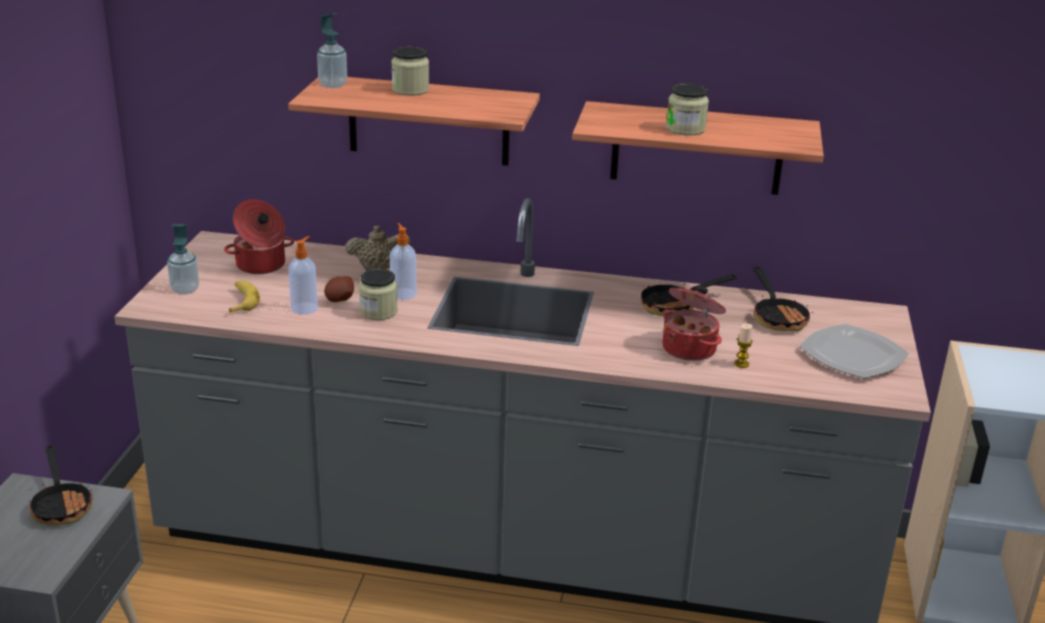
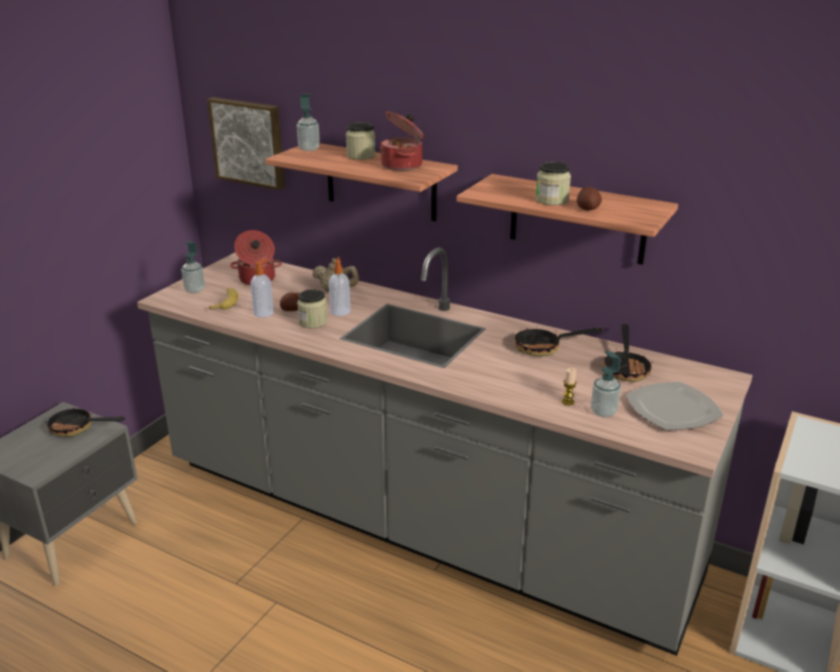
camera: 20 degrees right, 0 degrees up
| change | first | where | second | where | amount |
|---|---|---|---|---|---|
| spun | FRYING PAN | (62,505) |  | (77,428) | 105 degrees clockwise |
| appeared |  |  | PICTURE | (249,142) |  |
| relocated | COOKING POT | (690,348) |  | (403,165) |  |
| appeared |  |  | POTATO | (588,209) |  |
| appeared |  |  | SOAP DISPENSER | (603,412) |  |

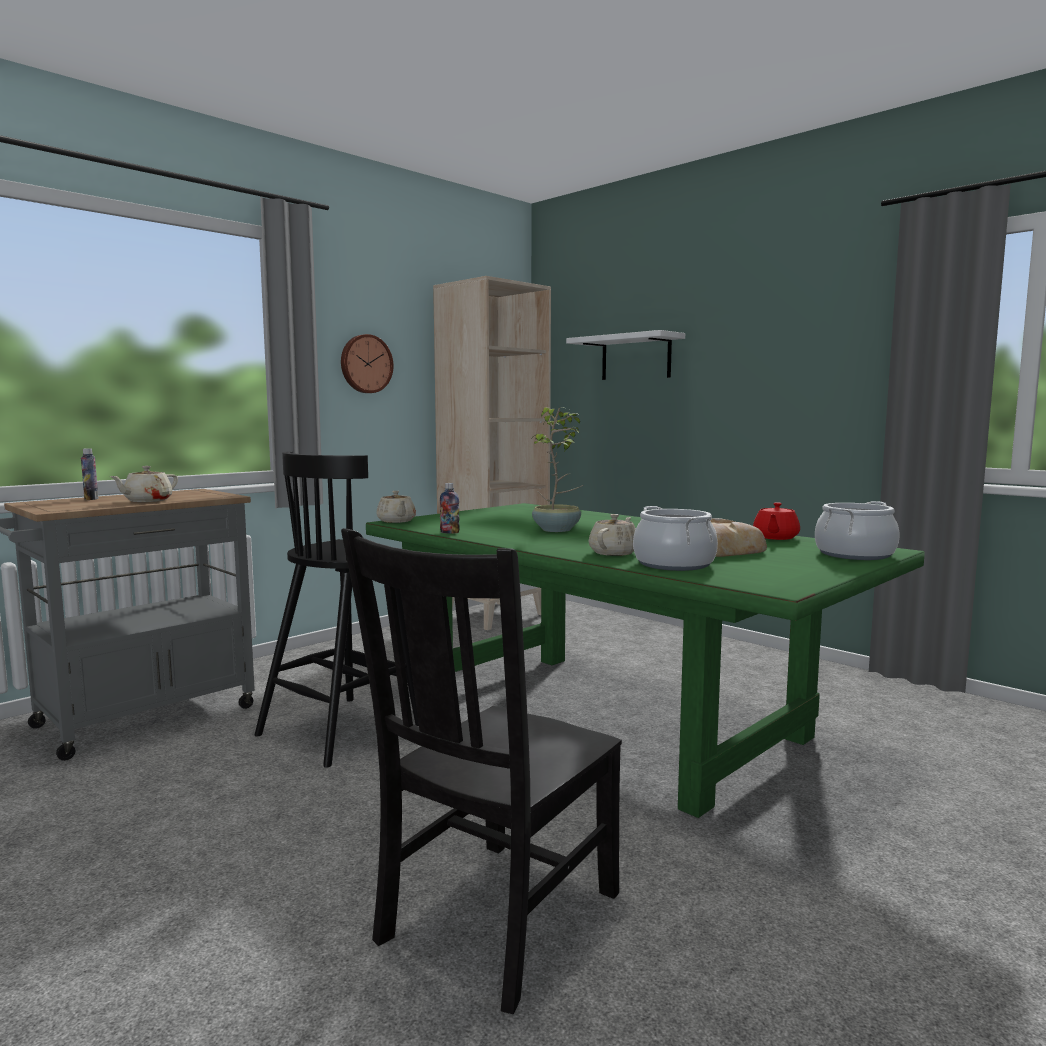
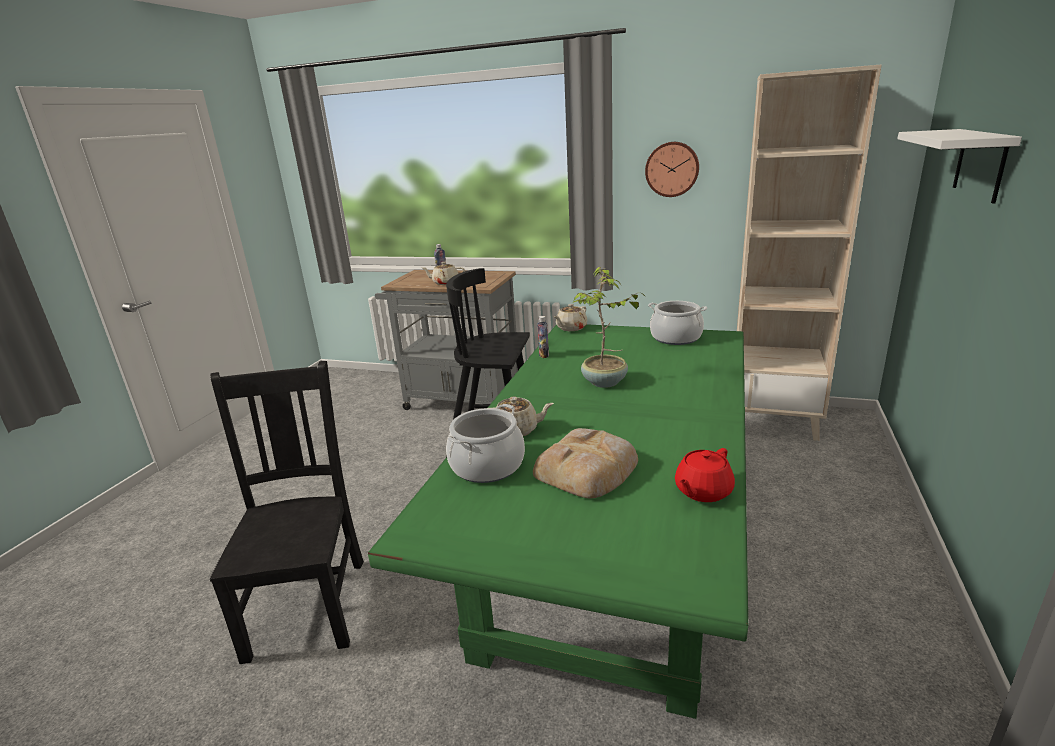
camera: 65 degrees right, 15 degrees up
| change | first | where | second | where | amount |
|---|---|---|---|---|---|
| spun | BLACK CHAIR | (494,920) |  | (309,604) | 75 degrees clockwise |
| relocated | COOKING POT | (855,554) |  | (676,338) |  |
| spun | RED TEAPOT | (775,538) |  | (702,491) | 45 degrees counterclockwise |

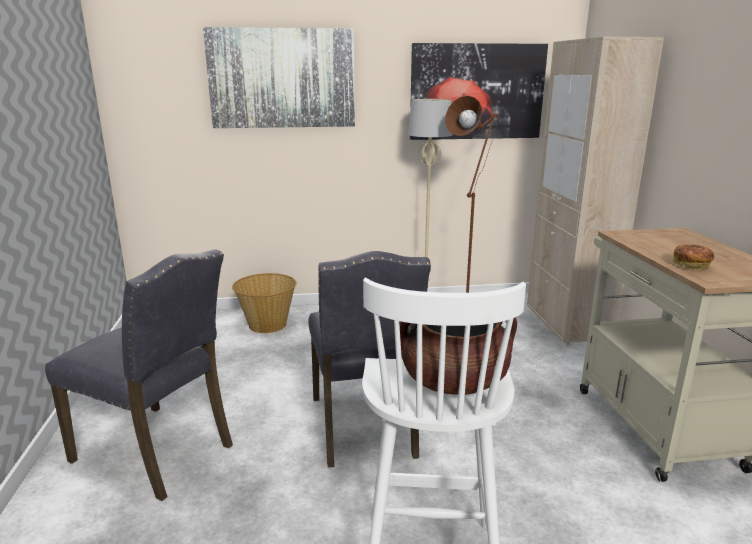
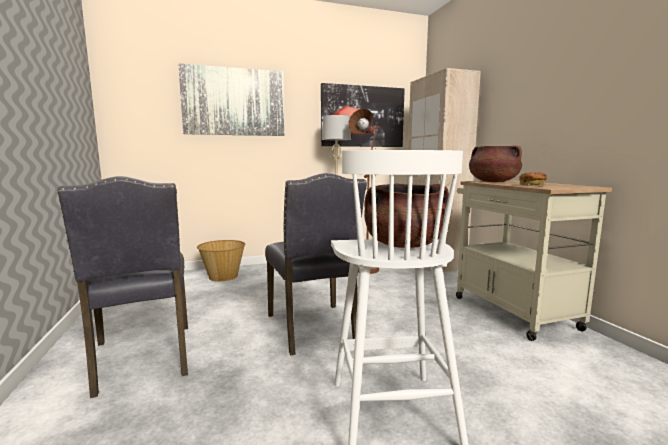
camera: 10 degrees left, 10 degrees down
| change | first | where | second | where | amount |
|---|---|---|---|---|---|
| spun | GREY CHAIR | (158,452) |  | (143,359) | 45 degrees clockwise |
| appeared |  |  | BROWN COOKING POT | (492,182) |  |

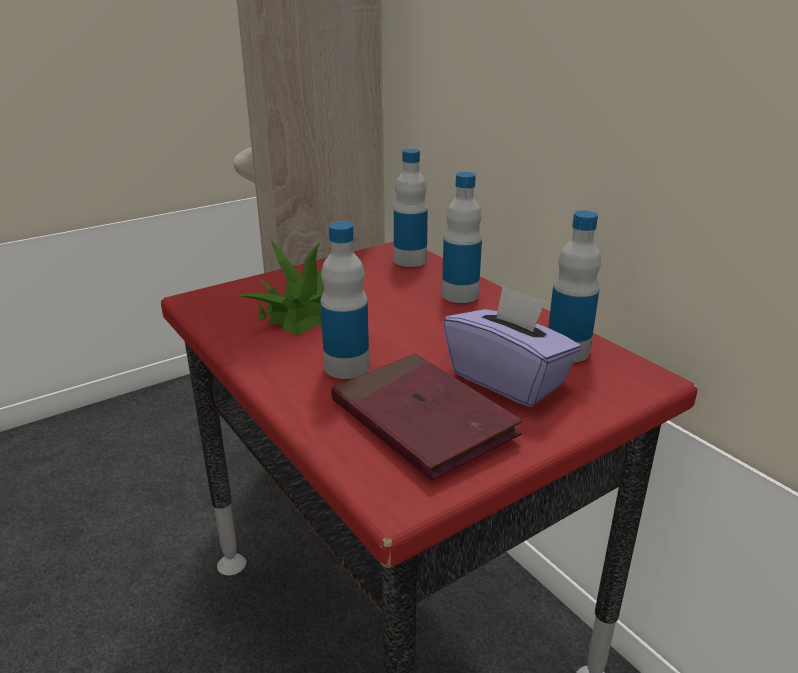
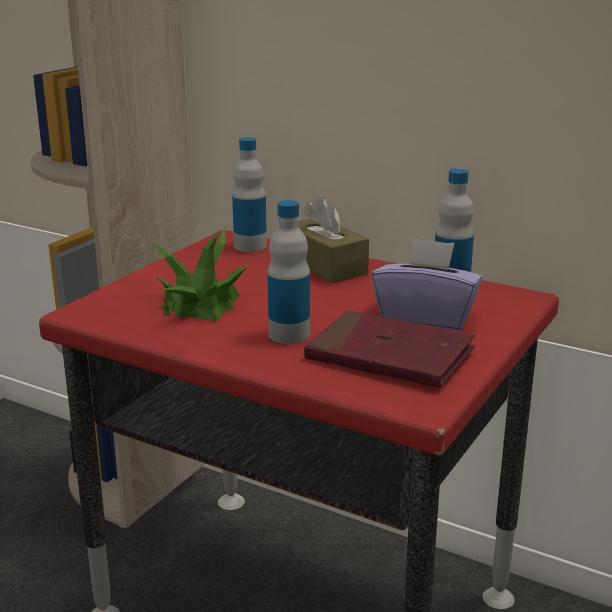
camera: 25 degrees left, 5 degrees down
| change | first | where | second | where | amount |
|---|---|---|---|---|---|
| exchanged | BOTTLE | (460,295) | BROWN TISSUE BOX | (325,266) |  |

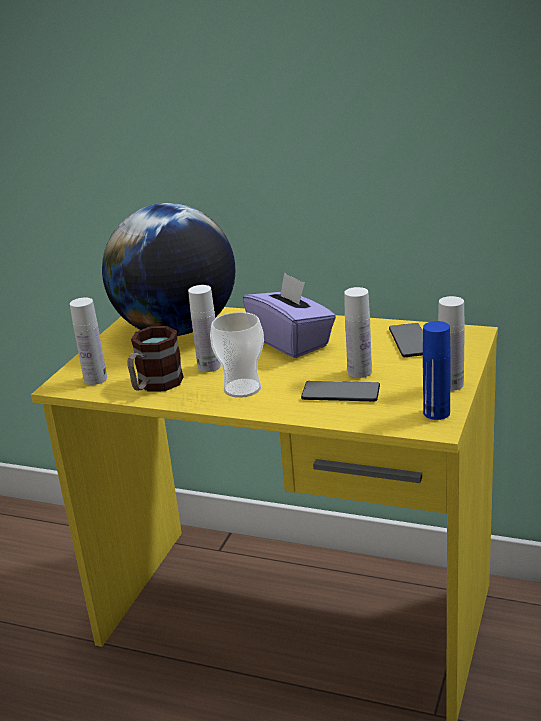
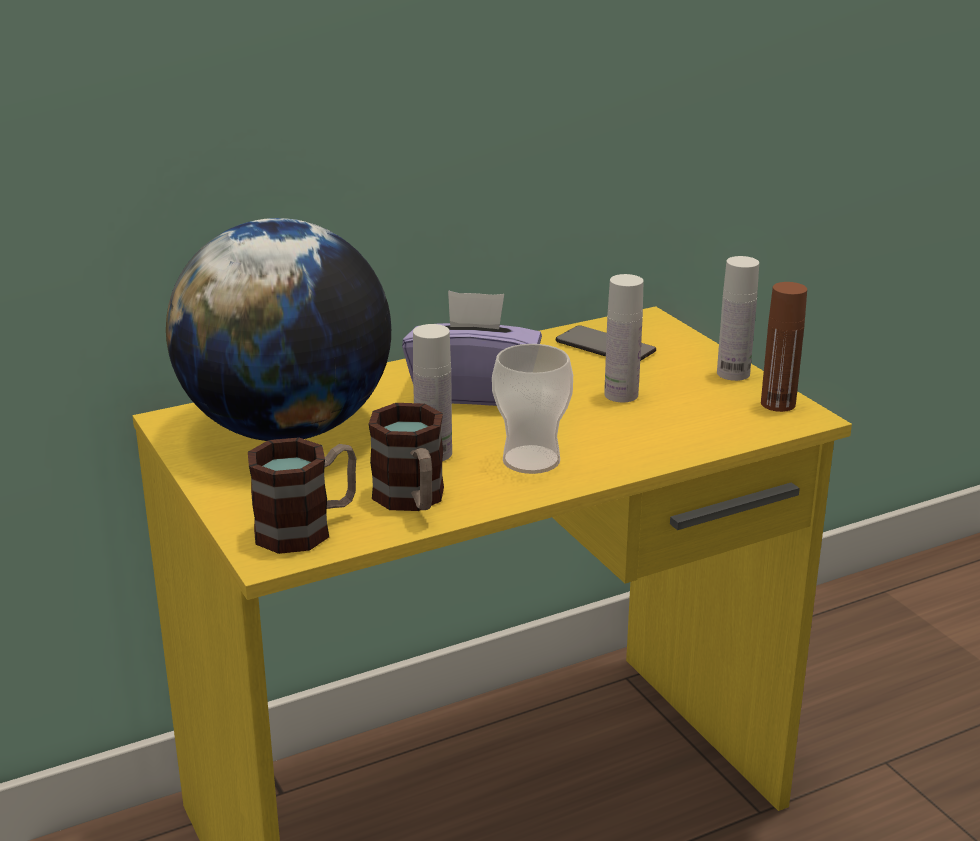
camera: 50 degrees left, 0 degrees up
| change | first | where | second | where | amount |
|---|---|---|---|---|---|
| exchanged | WHITE BOTTLE | (95,379) | MUG | (307,527) |  |
| colour | BLUE BOTTLE | (436,413) | BROWN BOTTLE | (778,404) |  |
| missing | PHONE | (340,393) |  |  |  |

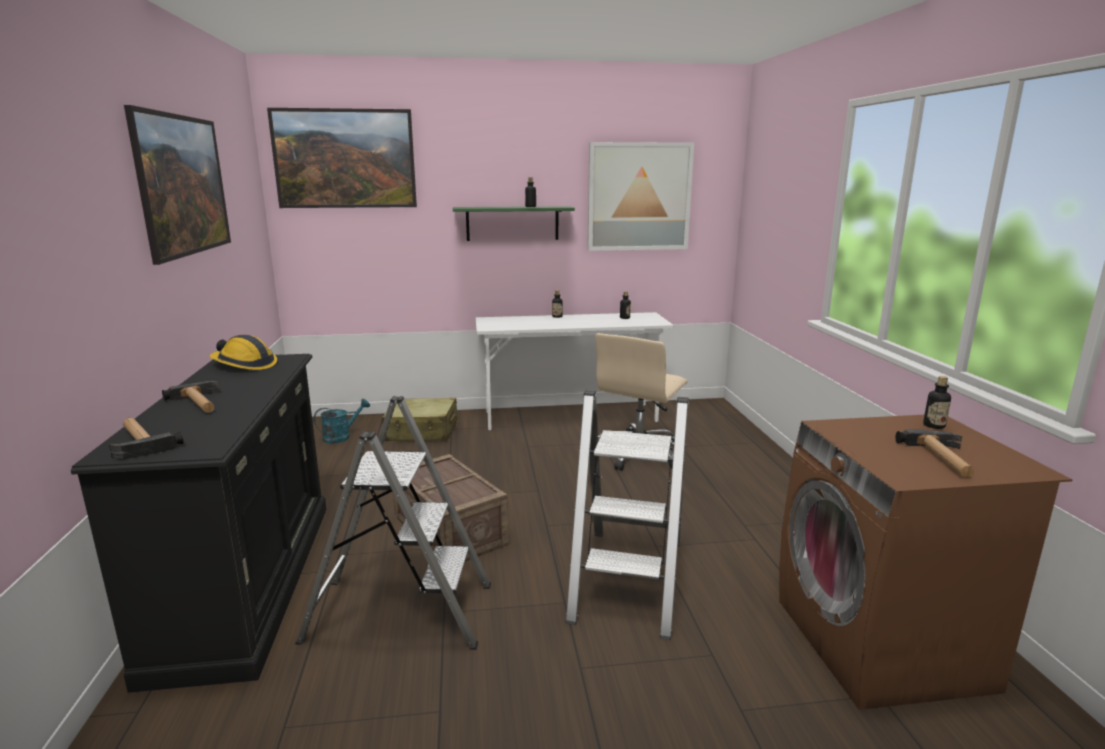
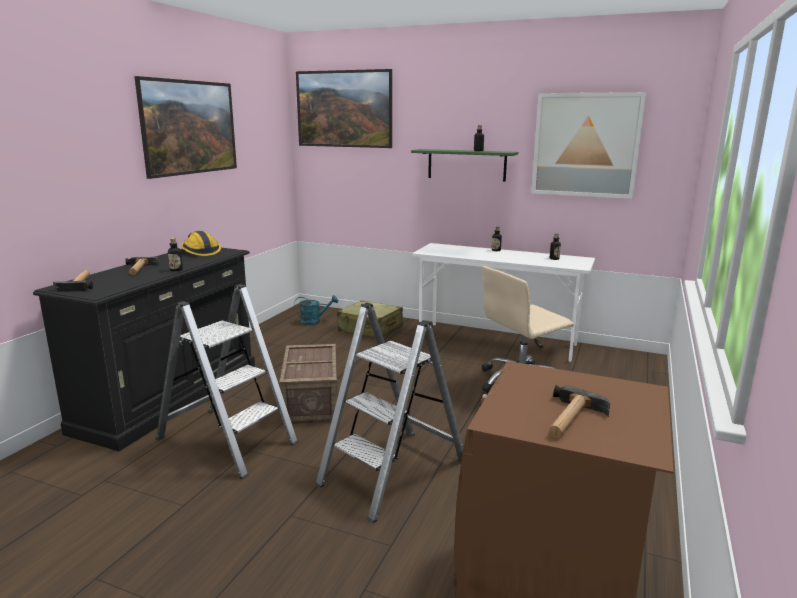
camera: 30 degrees right, 0 degrees up
| change | first | where | second | where | amount |
|---|---|---|---|---|---|
| relocated | BOTTLE | (934,426) |  | (176,270) |  |

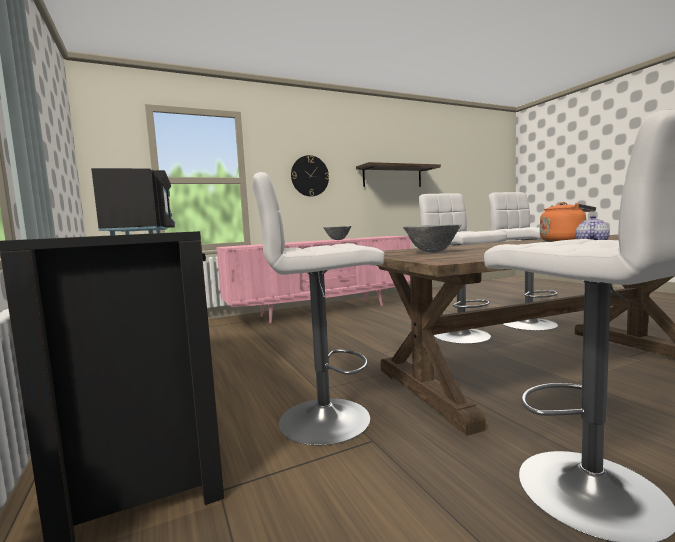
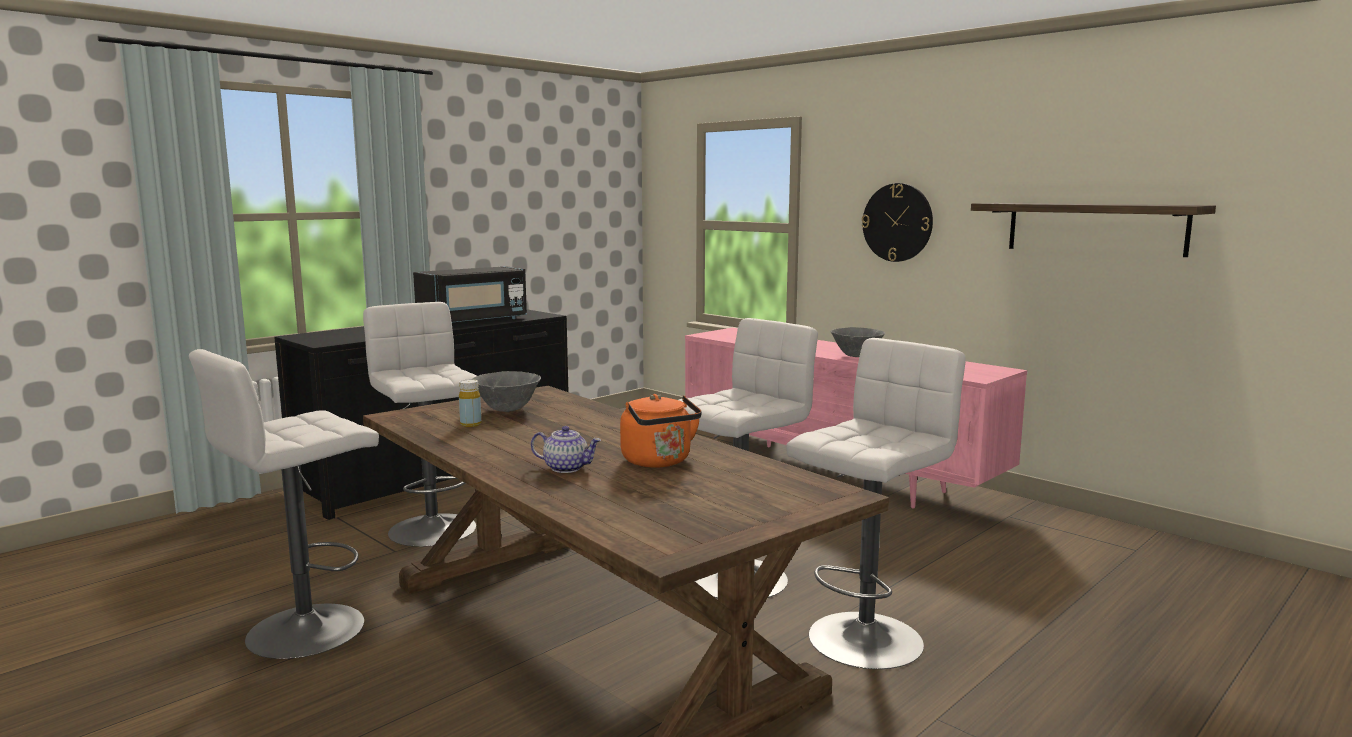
camera: 70 degrees right, 5 degrees up
| change | first | where | second | where | amount |
|---|---|---|---|---|---|
| appeared |  |  | YELLOW BOTTLE | (470,424) |  |

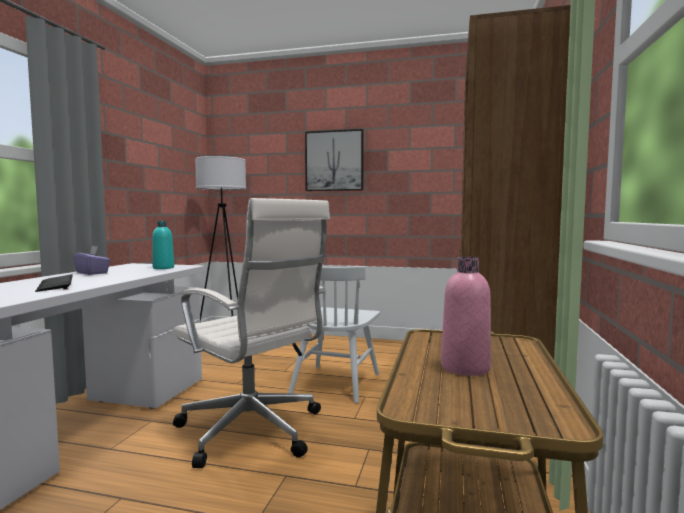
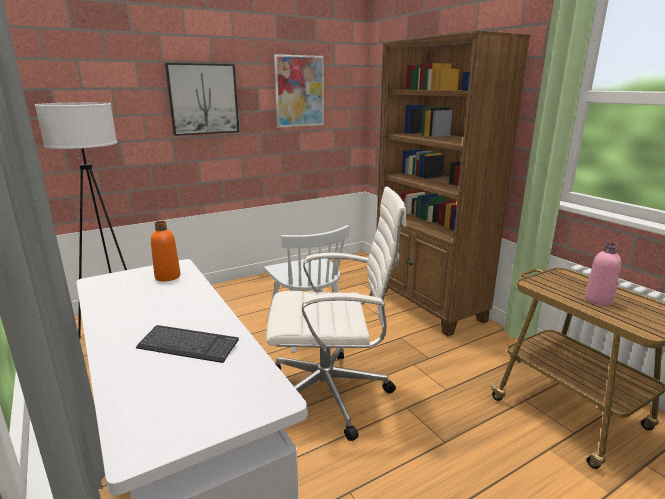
camera: 45 degrees left, 15 degrees up
| change | first | where | second | where | amount |
|---|---|---|---|---|---|
| colour | TURQUOISE BOTTLE | (163,268) | ORANGE BOTTLE | (167,277) |  |
| appeared |  |  | PICTURE | (299,91) |  |
| missing | PURPLE TISSUE BOX | (92,273) |  |  |  |

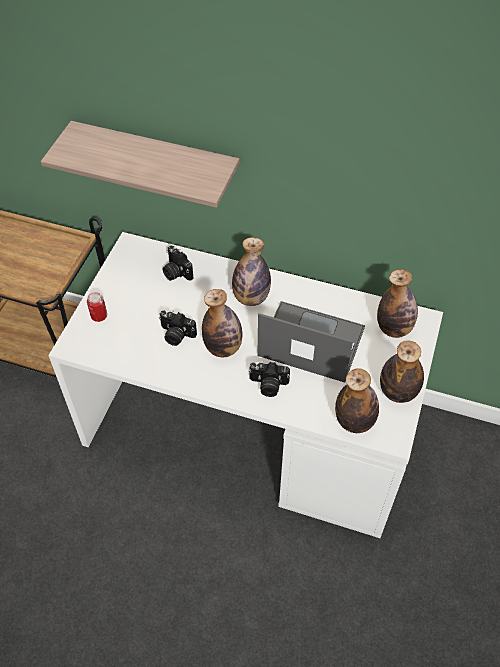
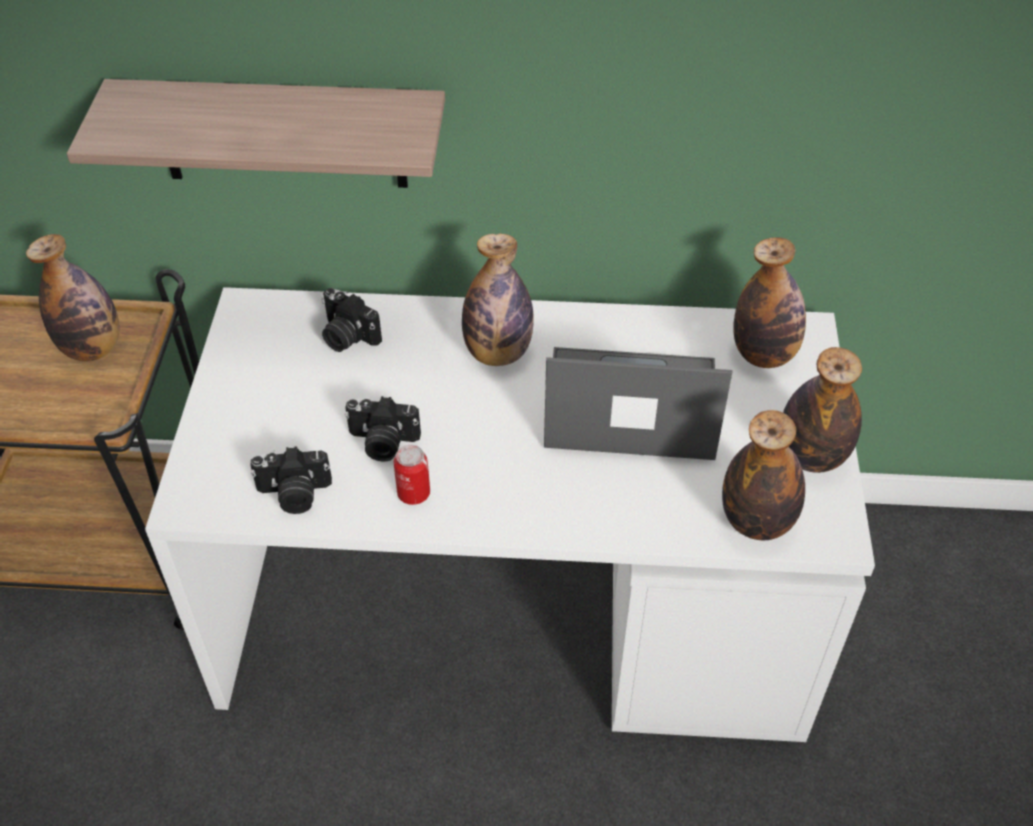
camera: 15 degrees left, 5 degrees down
| change | first | where | second | where | amount |
|---|---|---|---|---|---|
| relocated | BOTTLE | (223,347) |  | (93,348) |  |
| relocated | PHOTO CAMERA | (268,385) |  | (294,494) |  |
| relocated | CAN | (99,316) |  | (413,493) |  |

